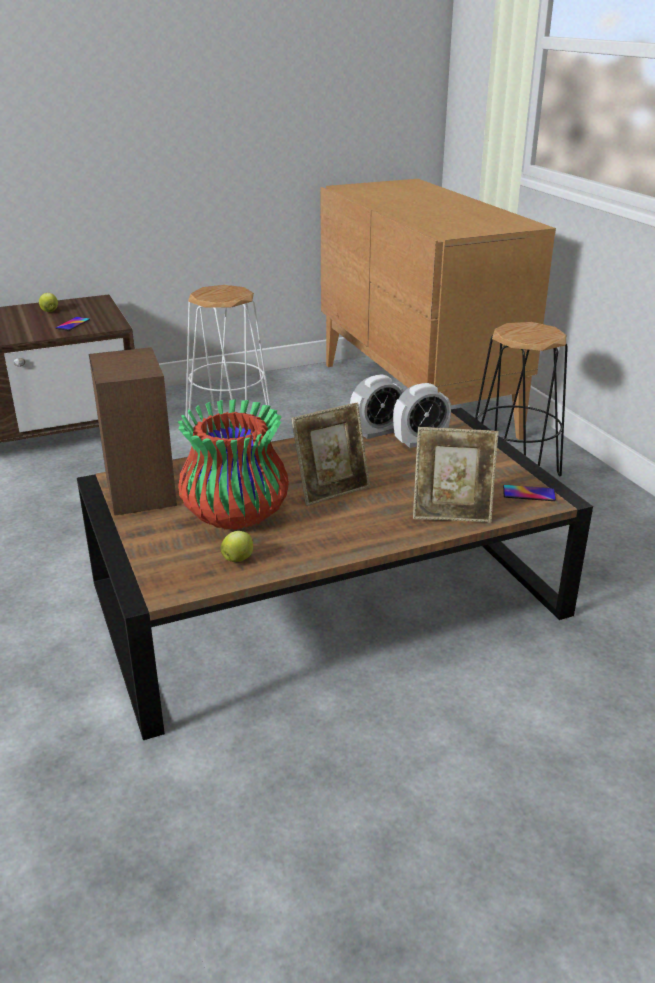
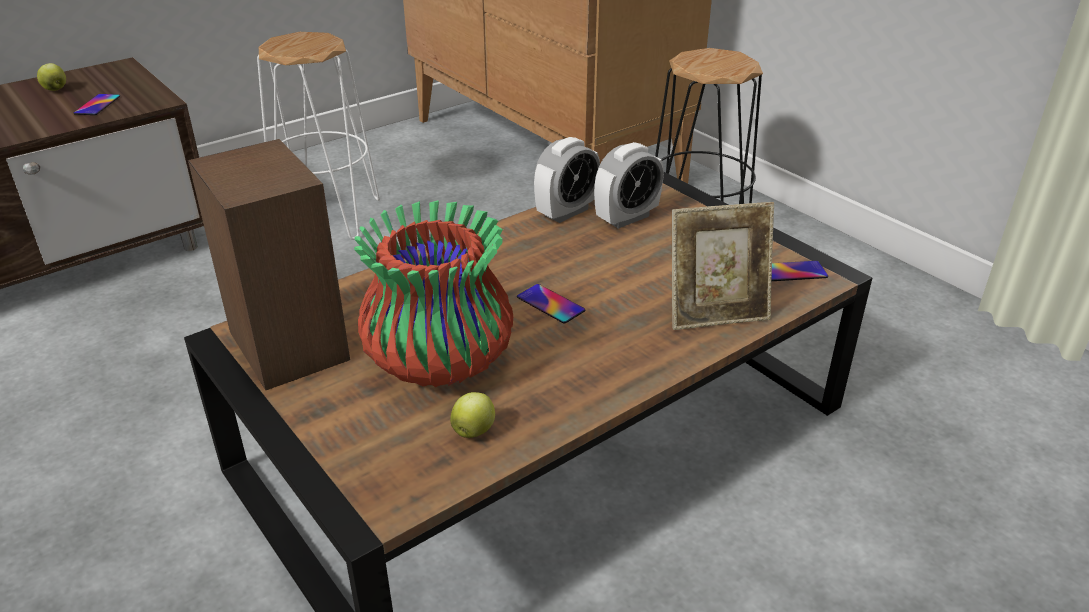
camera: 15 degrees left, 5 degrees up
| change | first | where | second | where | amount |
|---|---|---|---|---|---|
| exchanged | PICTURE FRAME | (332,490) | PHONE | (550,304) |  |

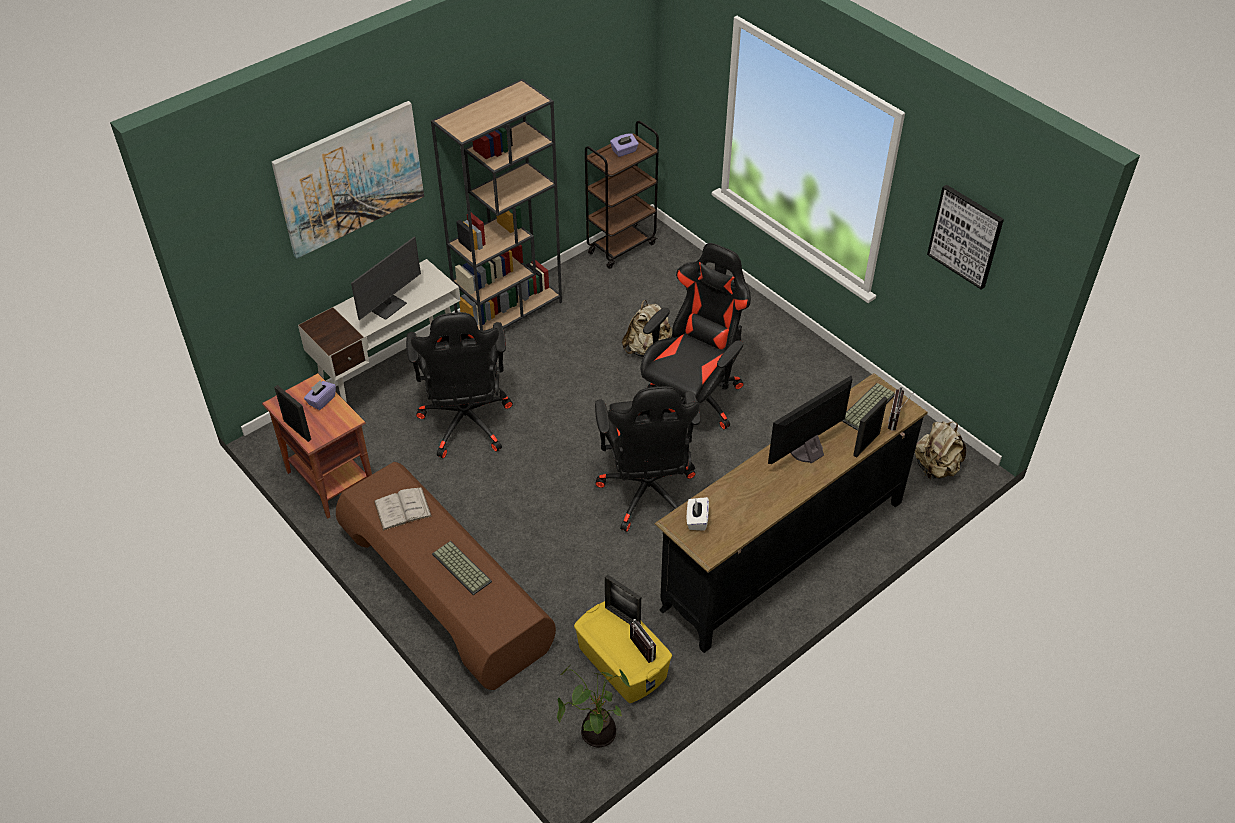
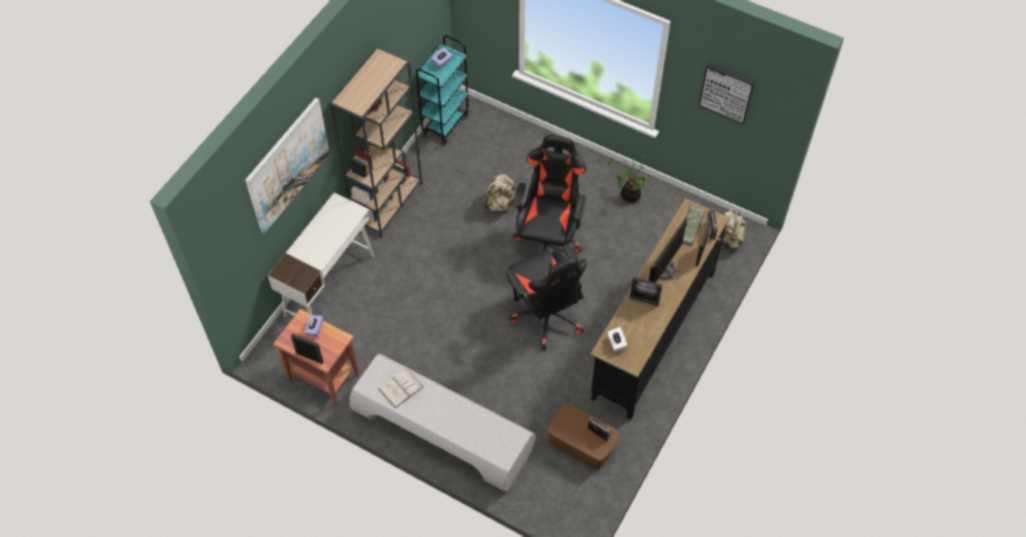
camera: 20 degrees left, 10 degrees up
| change | first | where | second | where | amount |
|---|---|---|---|---|---|
| colour | BROWN BENCH | (444,589) | GREY BENCH | (442,431) |  |
| colour | BROWN CART | (621,247) | TURQUOISE CART | (445,124) |  |
| colour | YELLOW STORAGE BOX | (622,662) | BROWN STORAGE BOX | (582,443) |  |
| relocated | POTTED PLANT | (595,732) |  | (628,195) |  |
| relocated | PICTURE FRAME | (622,617) |  | (644,301) |  |
| missing | MONITOR | (388,306) |  |  |  |
| missing | BLACK OFFICE CHAIR | (465,416) |  |  |  |
| missing | KEYBOARD | (460,568) |  |  |  |

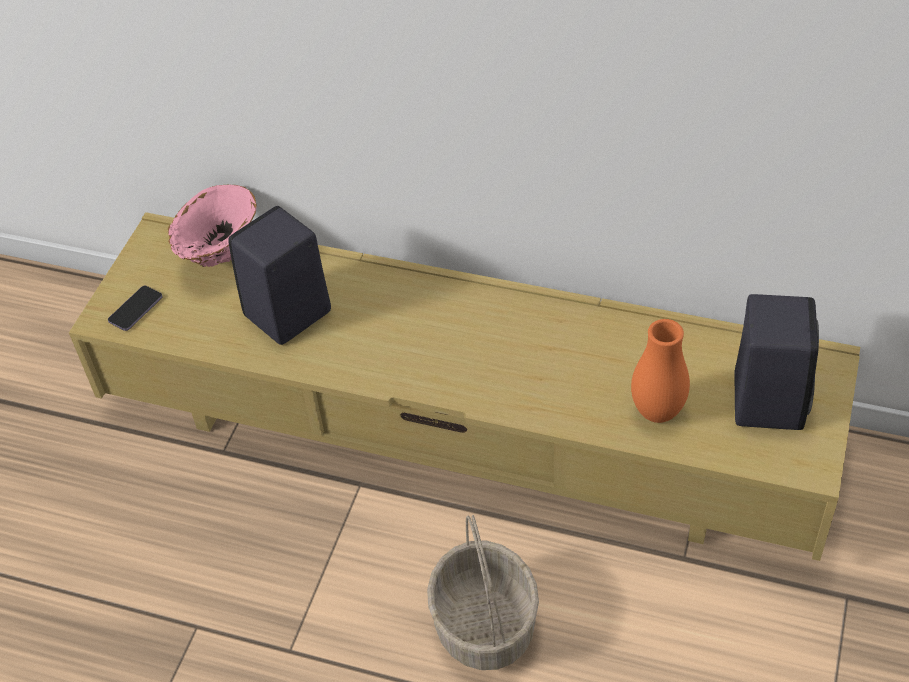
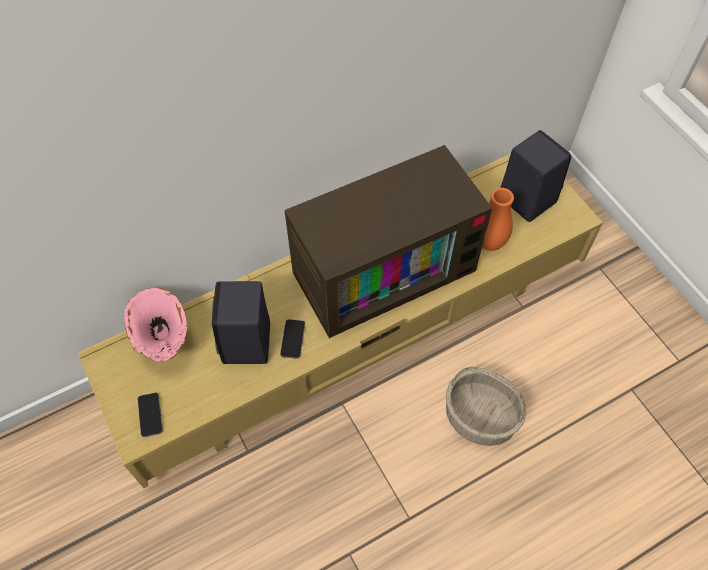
camera: 50 degrees left, 10 degrees up
| change | first | where | second | where | amount |
|---|---|---|---|---|---|
| appeared |  |  | PHONE | (292,339) |  |
| appeared |  |  | TELEVISION | (383,266) |  |

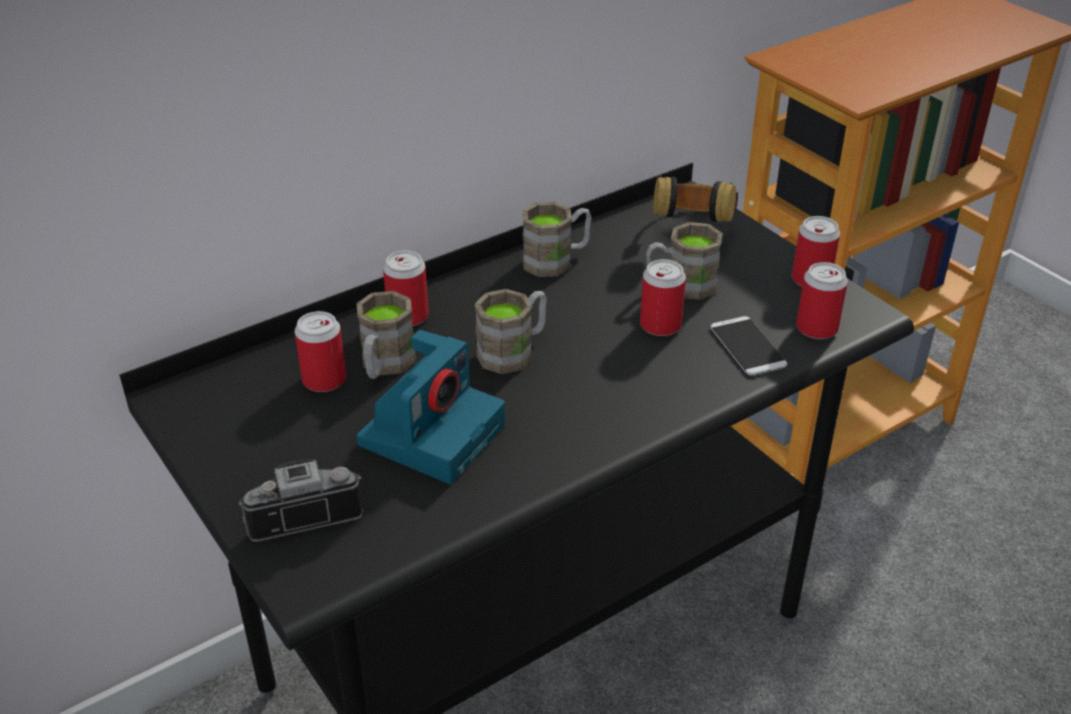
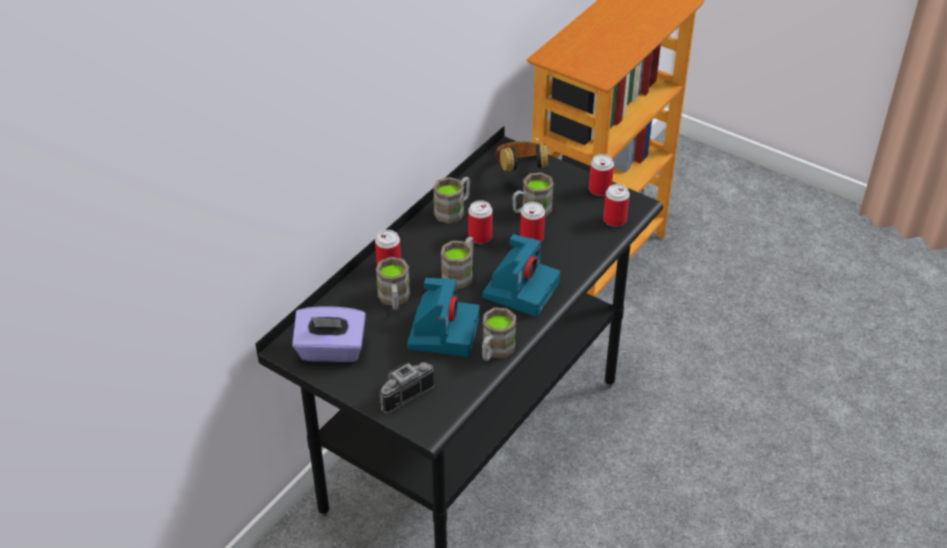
camera: 20 degrees left, 5 degrees up
| change | first | where | second | where | amount |
|---|---|---|---|---|---|
| appeared |  |  | PURPLE TISSUE BOX | (331,350) |  |
| relocated | CAN | (324,380) |  | (480,236) |  |
| appeared |  |  | PHOTO CAMERA | (521,288) |  |
| appeared |  |  | BROWN MUG | (495,351) |  |
| missing | PHONE | (747,347) |  |  |  |

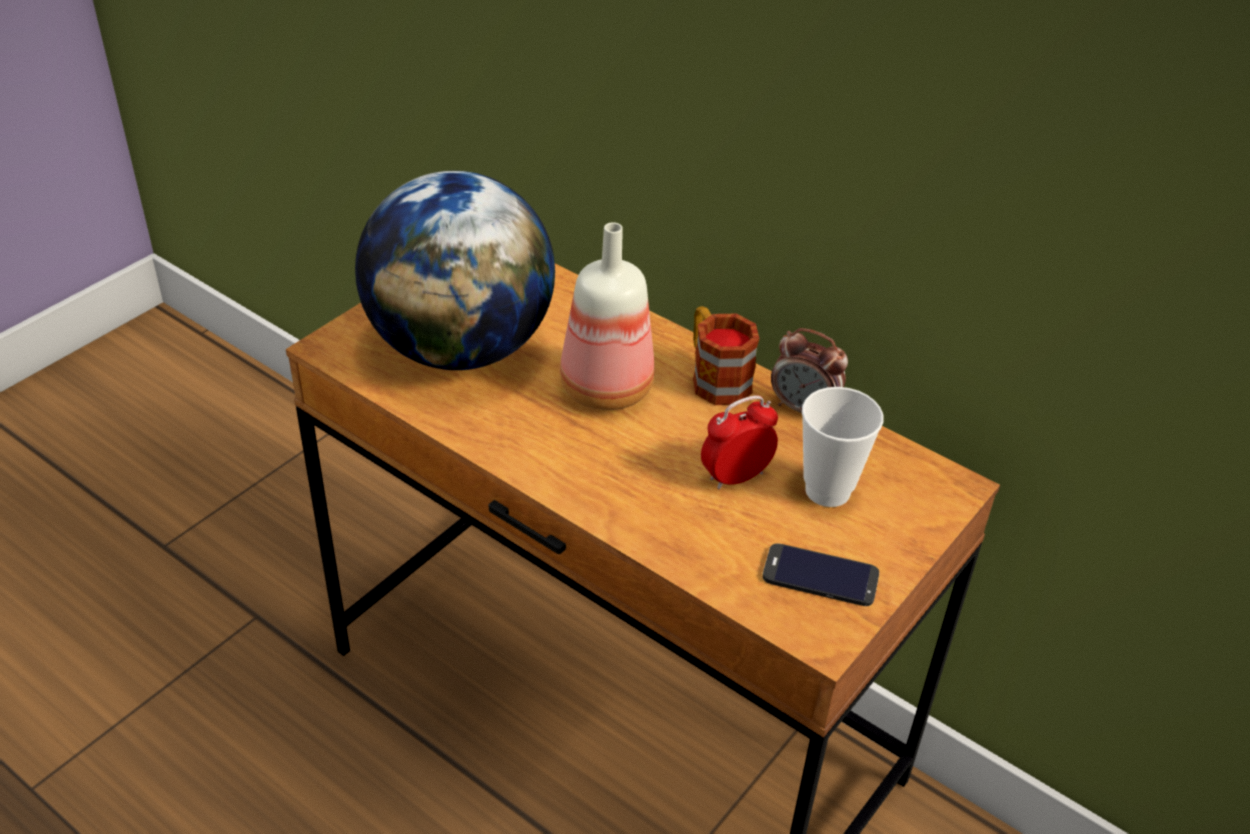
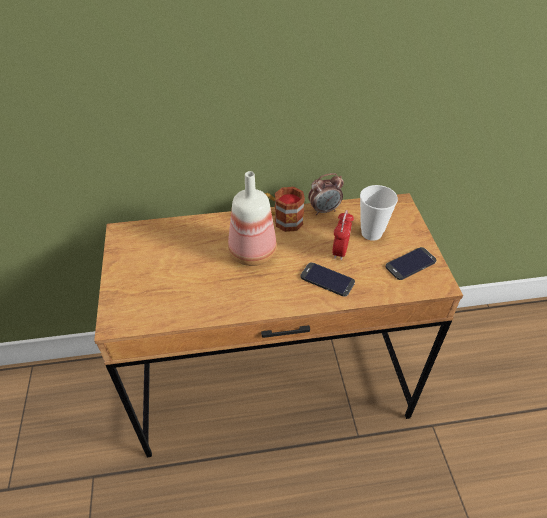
camera: 45 degrees left, 5 degrees up
| change | first | where | second | where | amount |
|---|---|---|---|---|---|
| appeared |  |  | PHONE | (327,279) |  |
| missing | GLOBE | (460,348) |  |  |  |

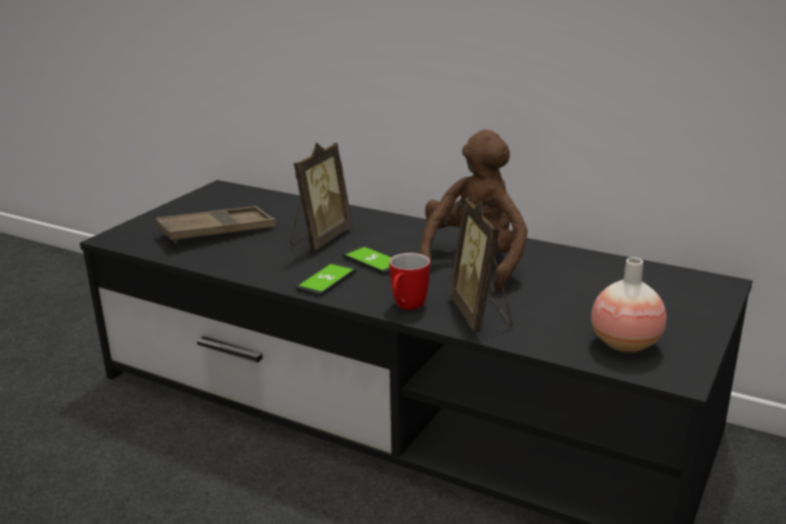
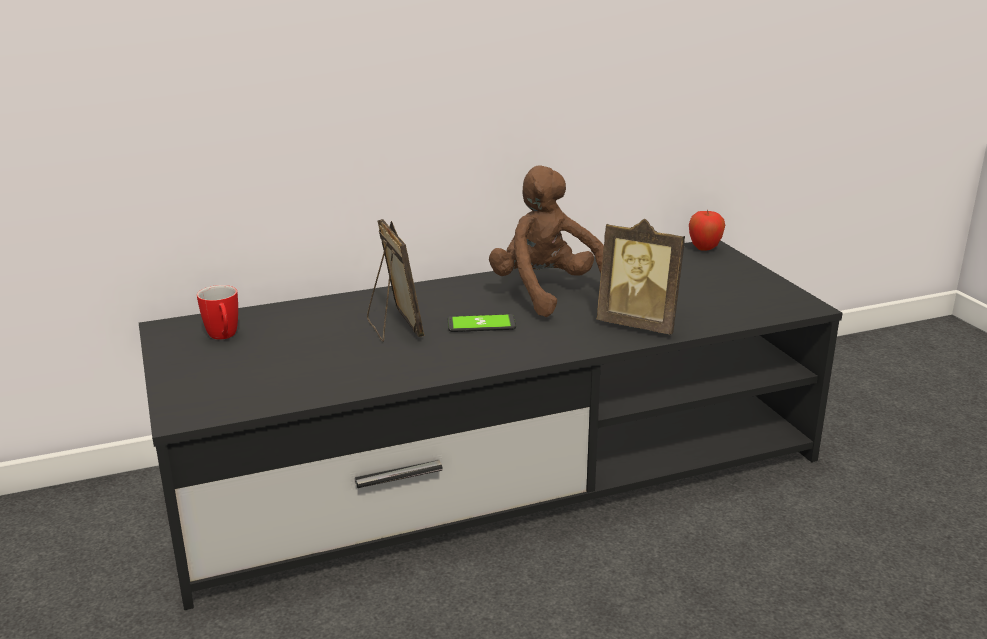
camera: 50 degrees left, 0 degrees up
| change | first | where | second | where | amount |
|---|---|---|---|---|---|
| relocated | MUG | (406,307) |  | (224,337) |  |
| appeared |  |  | APPLE | (704,249) |  |
| missing | BROWN TRAY | (217,231) |  |  |  |
| missing | PHONE | (326,280) |  |  |  |
| missing | VASE | (625,344) |  |  |  |

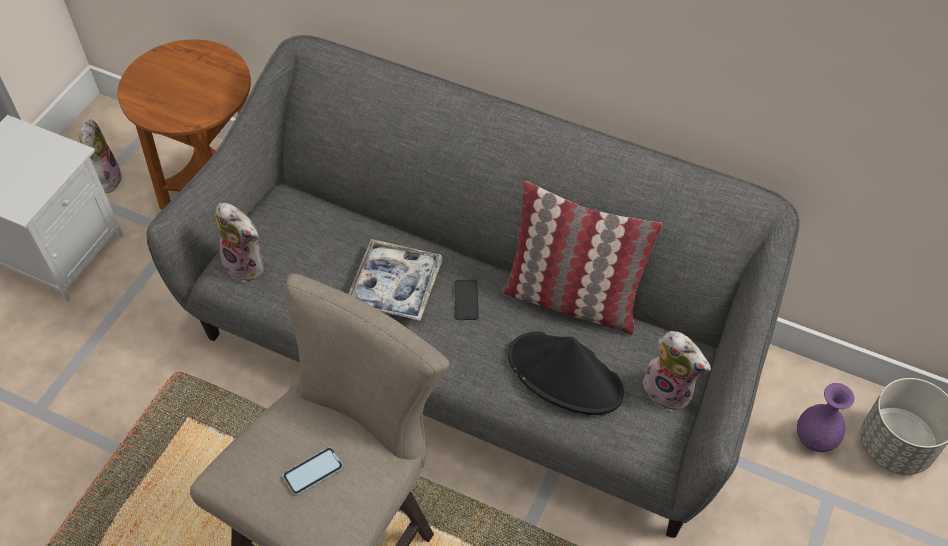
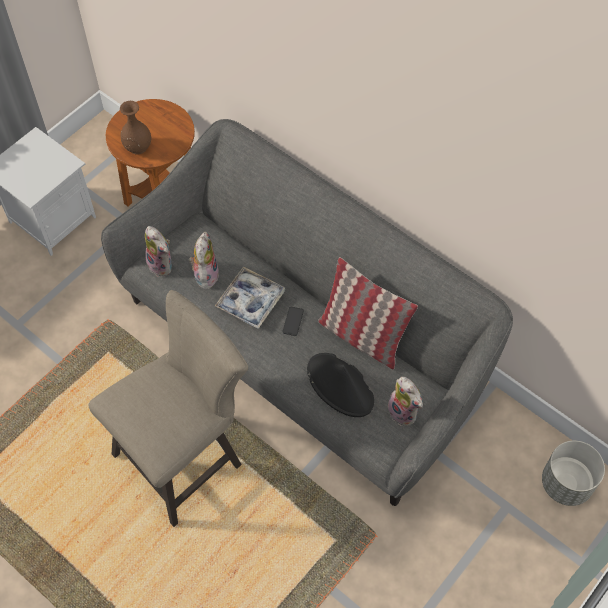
camera: 15 degrees right, 5 degrees up
| change | first | where | second | where | amount |
|---|---|---|---|---|---|
| appeared |  |  | BROWN VASE | (137,147) |  |
| relocated | PLUSH TOY | (105,178) |  | (205,274) |  |
| missing | PHONE | (313,472) |  |  |  |
| missing | PURPLE VASE | (815,439) |  |  |  |

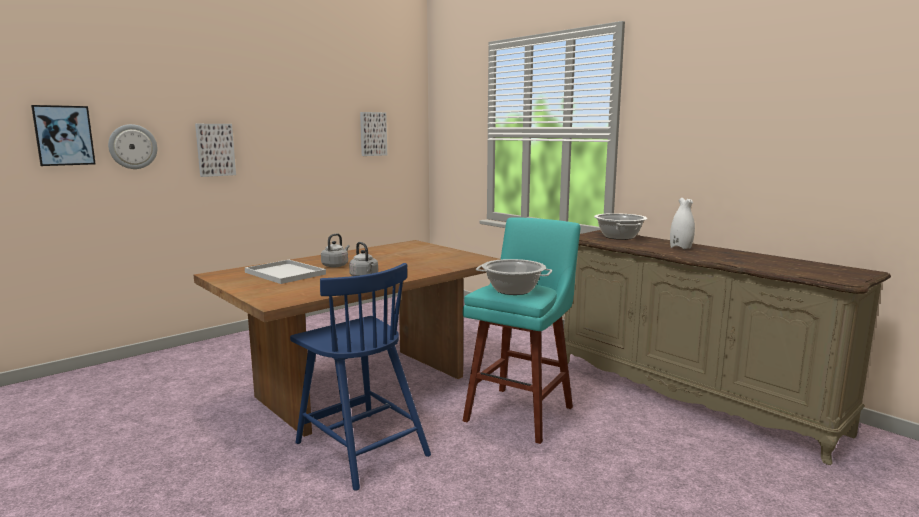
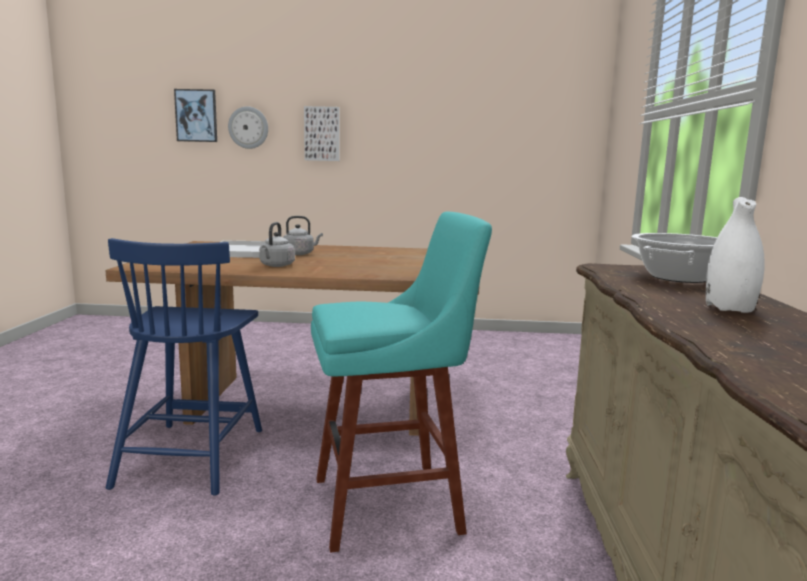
camera: 45 degrees right, 0 degrees up
| change | first | where | second | where | amount |
|---|---|---|---|---|---|
| missing | PICTURE | (372,134) |  |  |  |
| missing | COOKING POT | (513,290) |  |  |  |

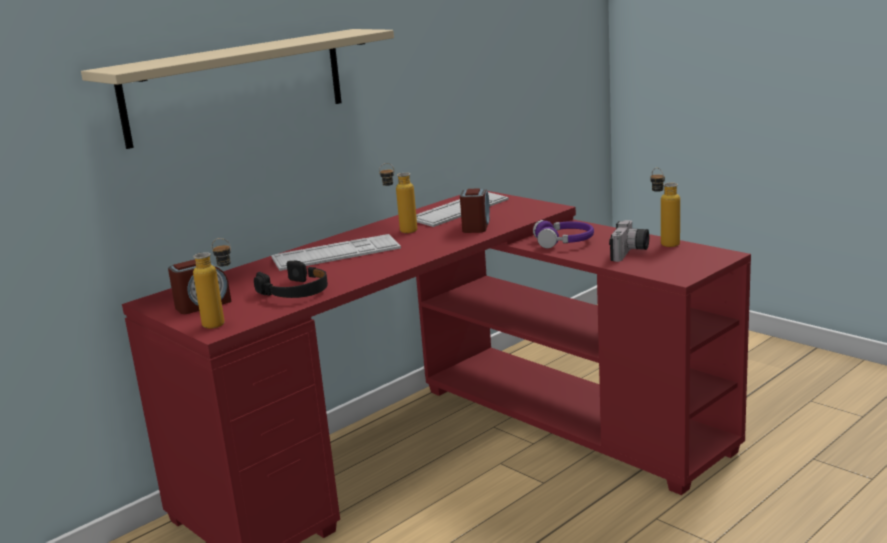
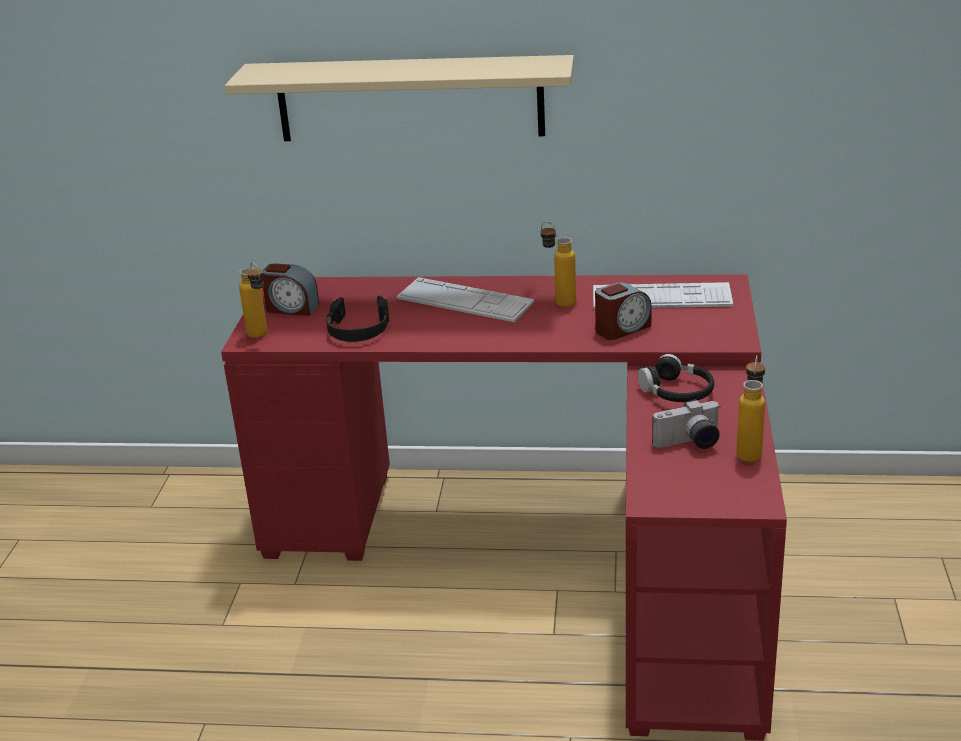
camera: 50 degrees right, 10 degrees up
| change | first | where | second | where | amount |
|---|---|---|---|---|---|
| colour | PURPLE HEADPHONES | (564,242) | BLACK HEADPHONES | (677,392) |  |

